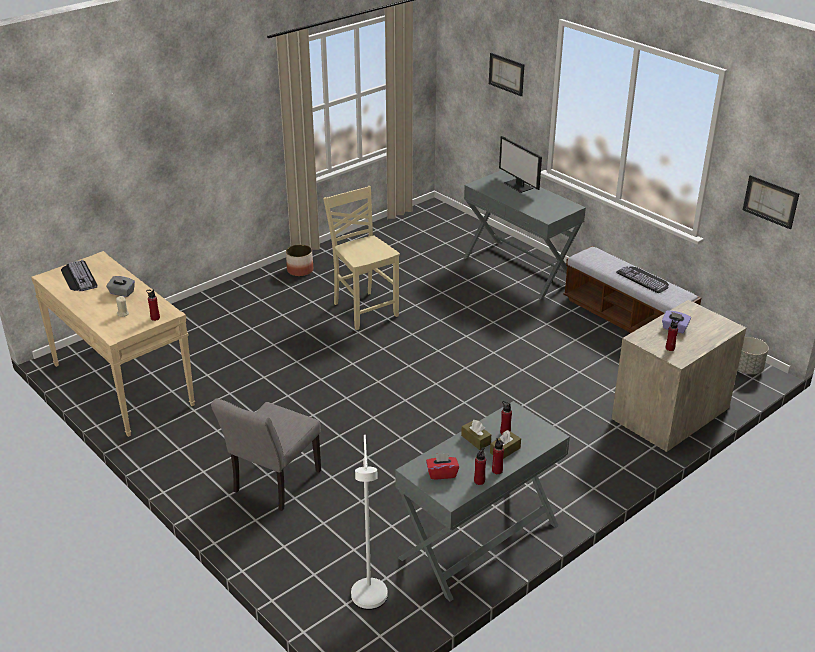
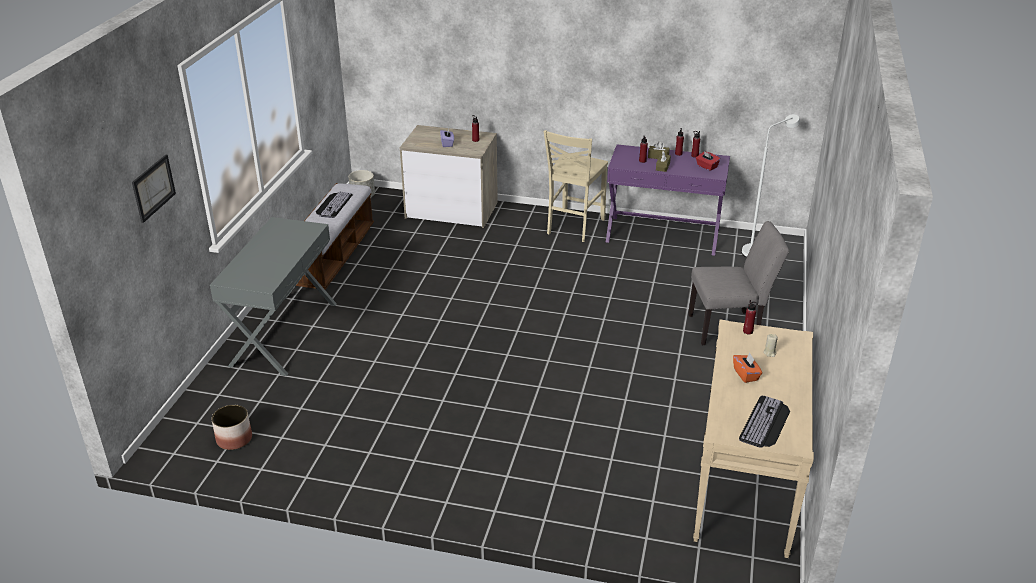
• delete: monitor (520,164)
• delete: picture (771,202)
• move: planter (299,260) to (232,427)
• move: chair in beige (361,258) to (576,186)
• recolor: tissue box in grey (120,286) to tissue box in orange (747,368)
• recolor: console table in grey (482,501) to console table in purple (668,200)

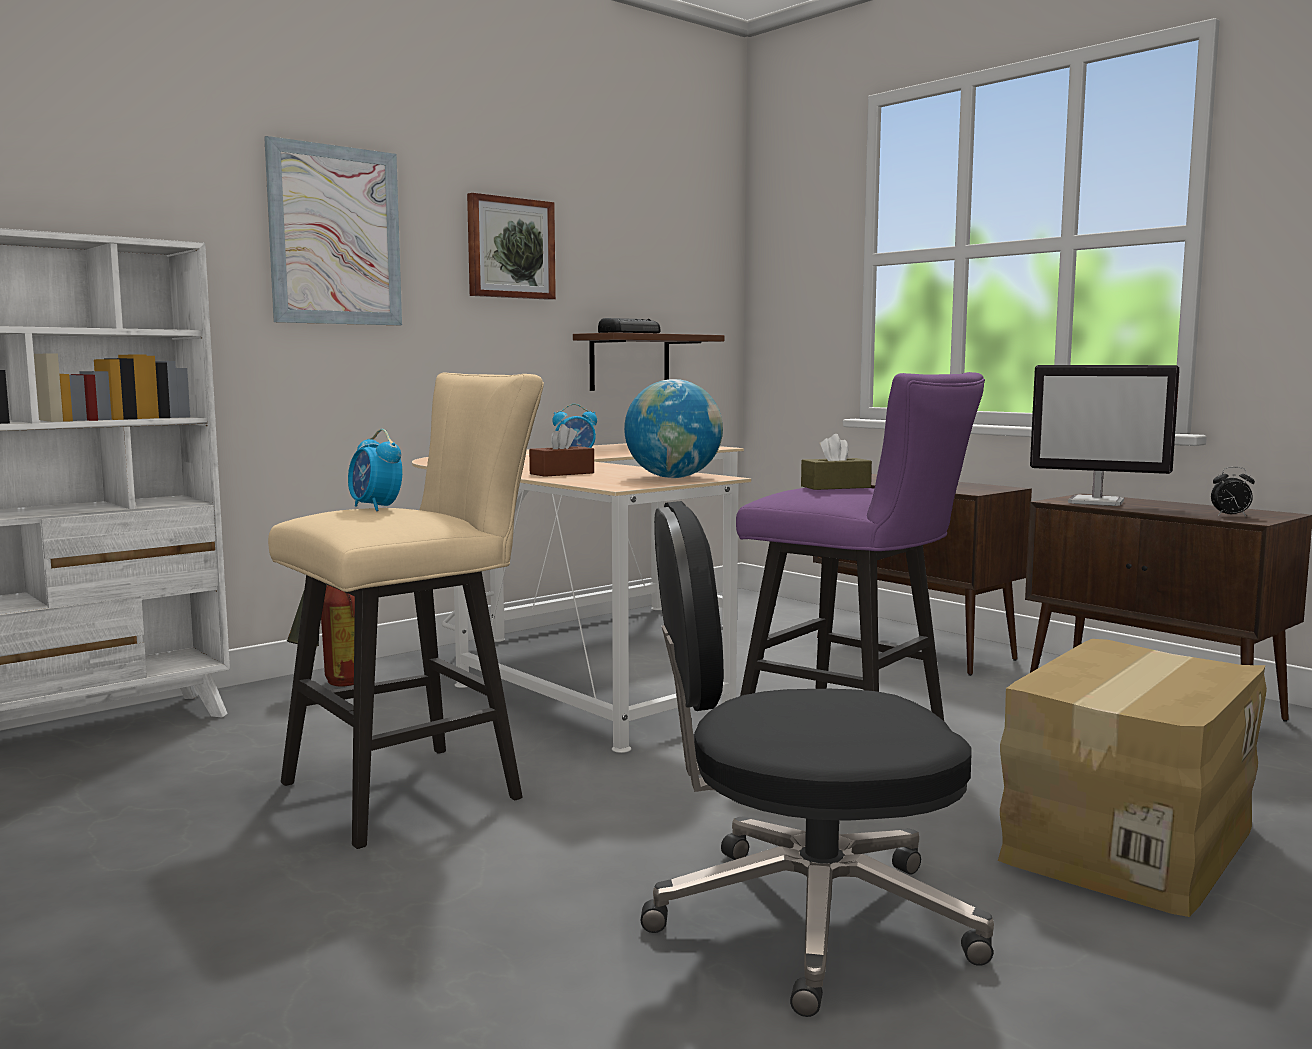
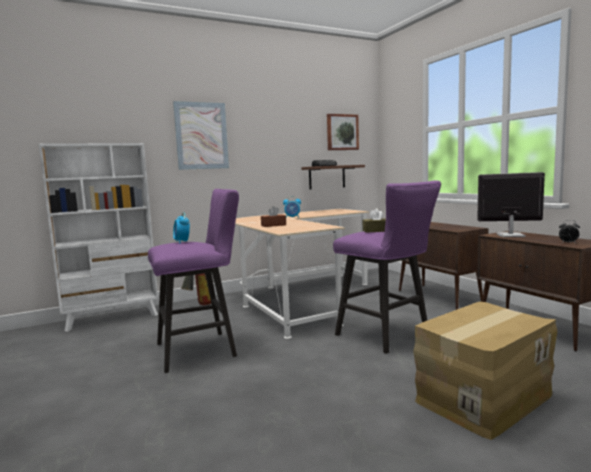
• delete: globe (673,428)
• delete: office chair in black (817,759)
• move: picture (511,246) to (343,132)
• recolor: stool in beige (406,611) to stool in purple (193,281)
• rotate: monitor (1105,435) = (511,204) 150 degrees clockwise

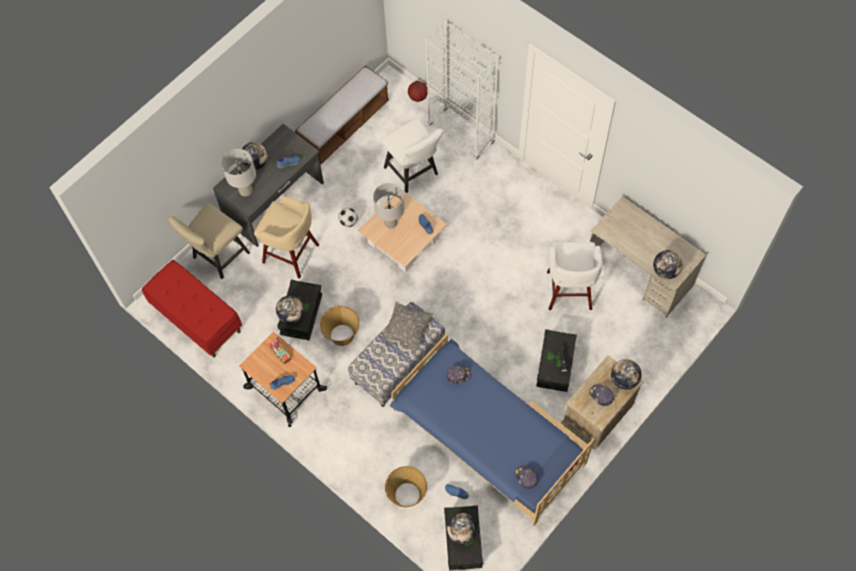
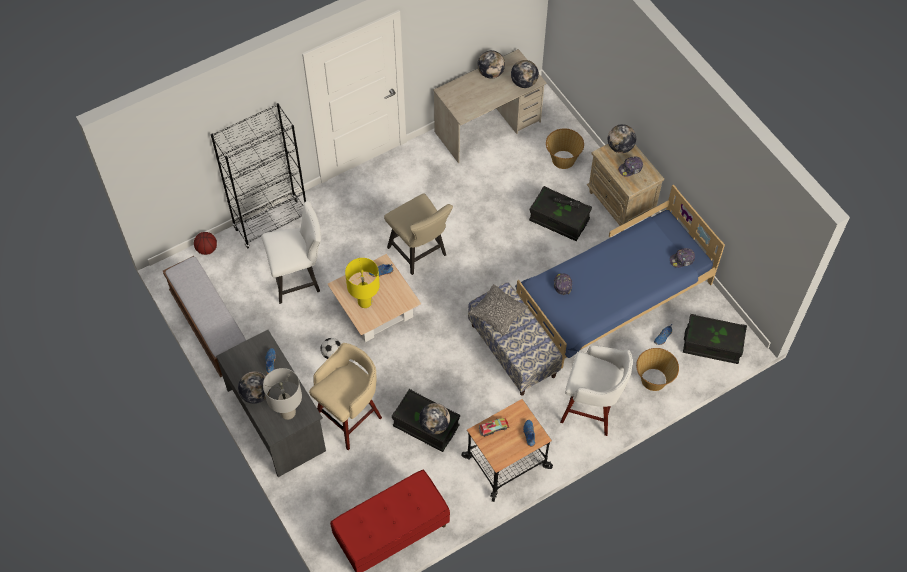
• move: chair in beige (209,241) to (418,234)
• move: basket (339,326) to (565,148)
• move: globe (462,528) to (491,64)
• move: stool in white (574,276) to (596,390)
• recolor: table lamp in grey (389,206) to table lamp in yellow (362,283)
• recolor: bookcase in white (462,90) to bookcase in black (258,176)

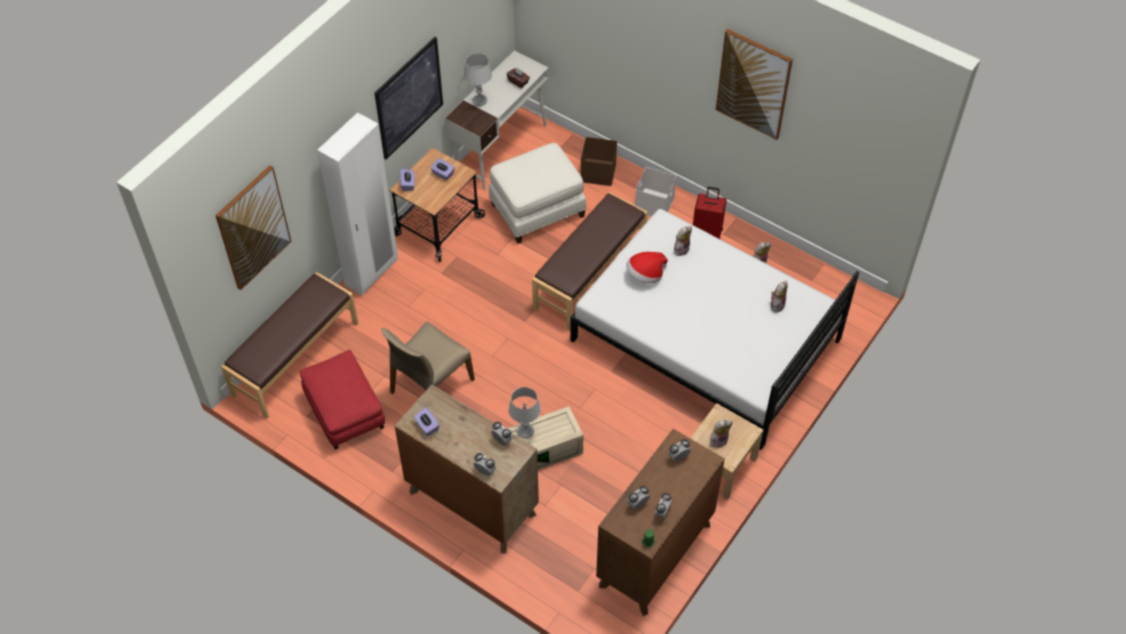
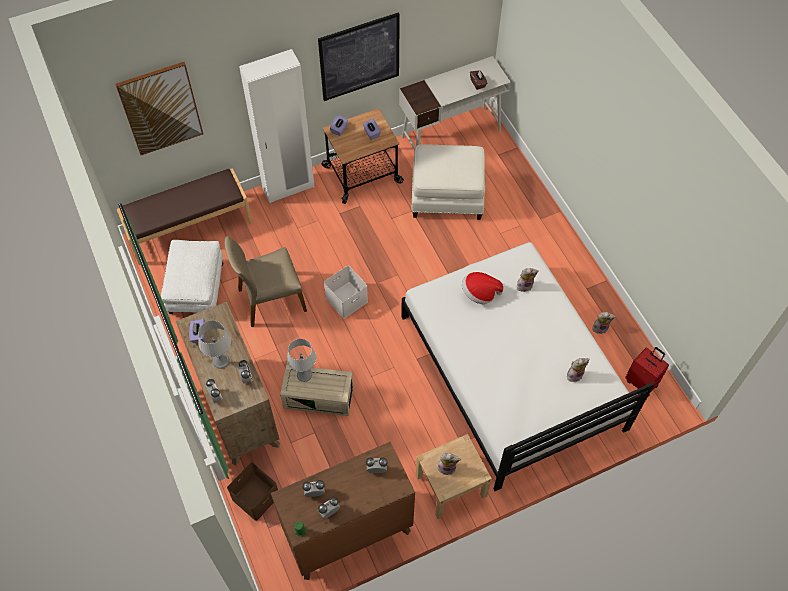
• delete: bench in brown (590,261)
• delete: picture (754,84)
• move: table lamp in grey (478,79) to (214,345)
• move: storage box in brown (599,161) to (252,491)
• move: storage box in white (655,191) to (346,292)
• move: suitcase in red (710,213) to (647,372)
• recolor: ottoman in red (342,400) to ottoman in white (192,277)

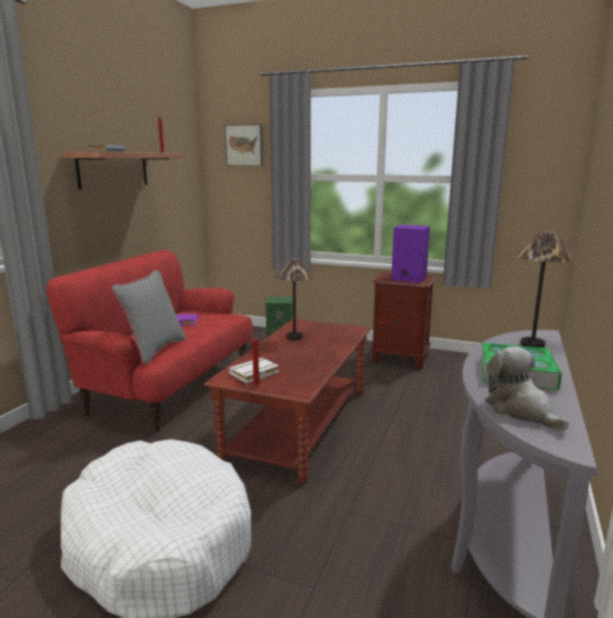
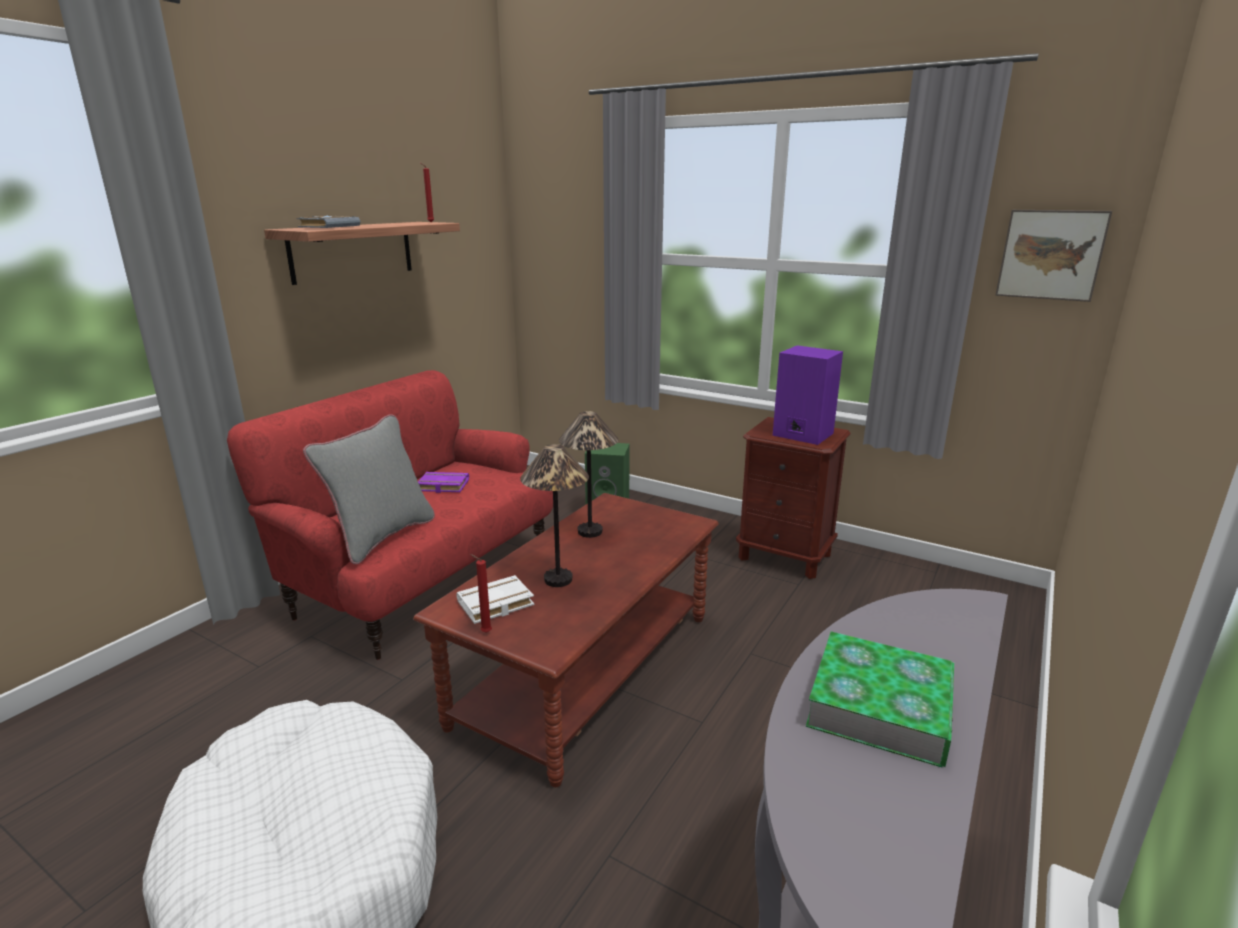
• delete: plush toy (527,388)
• move: picture (244,145) to (1054,256)
• move: table lamp (545,289) to (554,515)

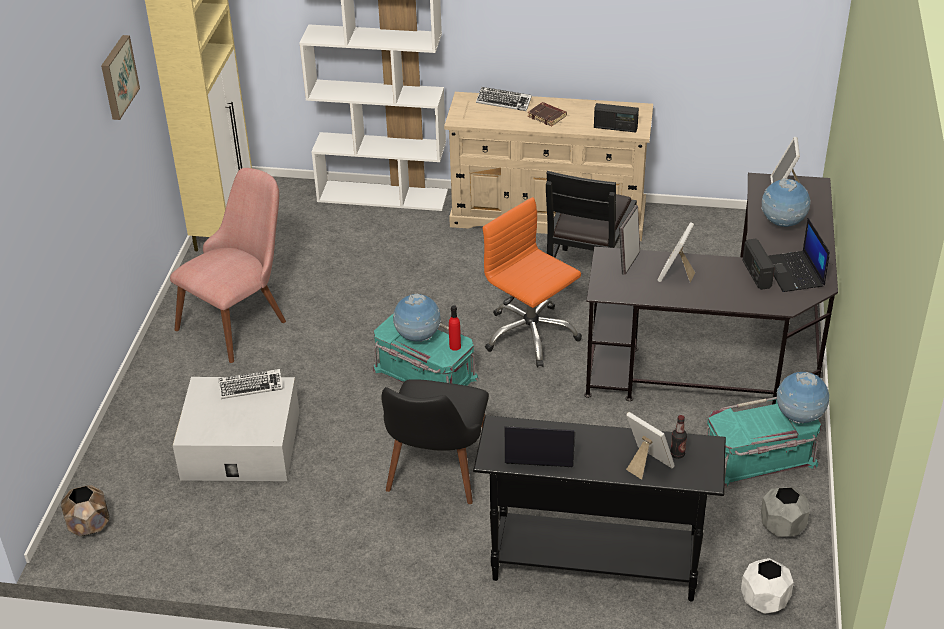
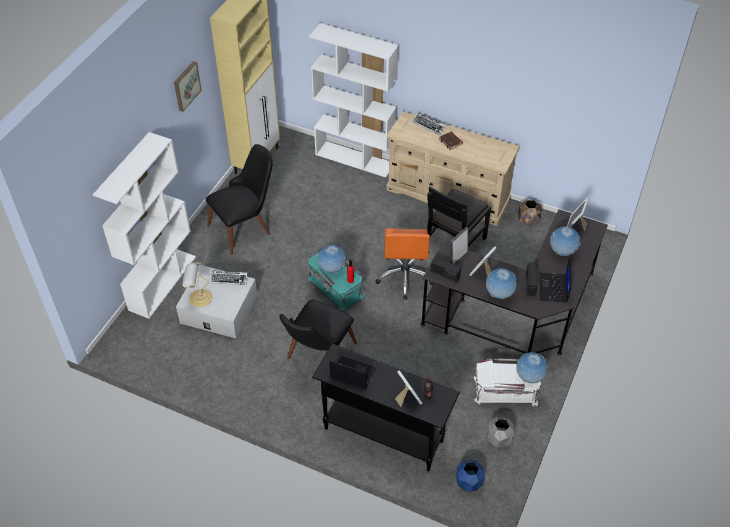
• insert: bookcase in white (144,225)
• insert: table lamp (197,285)
• insert: globe (501,283)
• move: planter in brown (85,510) to (529,212)
• move: radio (616,118) to (446,269)
• recolor: chair in pink (228,265) to chair in black (239,199)
• recolor: storage box in turquoise (763,442) to storage box in white (507,382)
• recolor: planter in white (767,586) to planter in blue (470,476)
• rotate: office chair in orange (532,282) = (404,264) 150 degrees counterclockwise

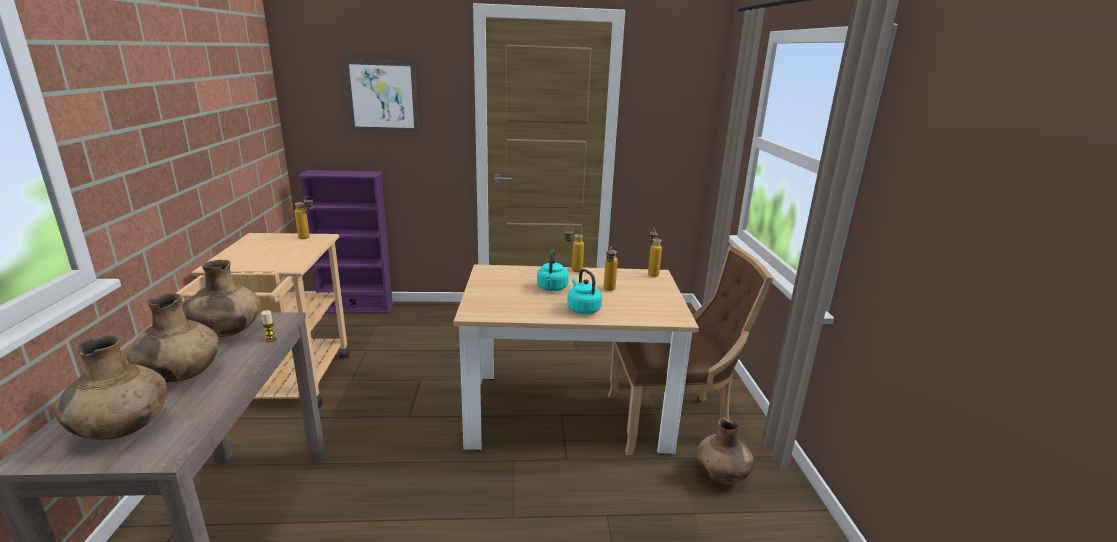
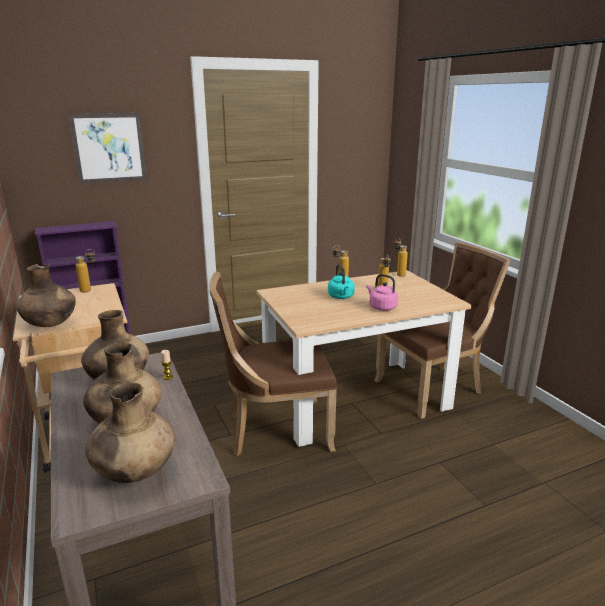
• insert: chair in brown (273,364)
• move: vase in brown (725,450) to (46,295)
• recolor: kettle in turquoise (584,291) to kettle in pink (382,292)

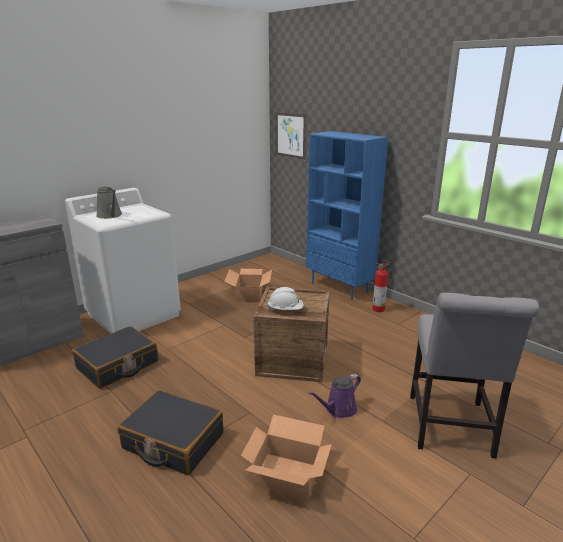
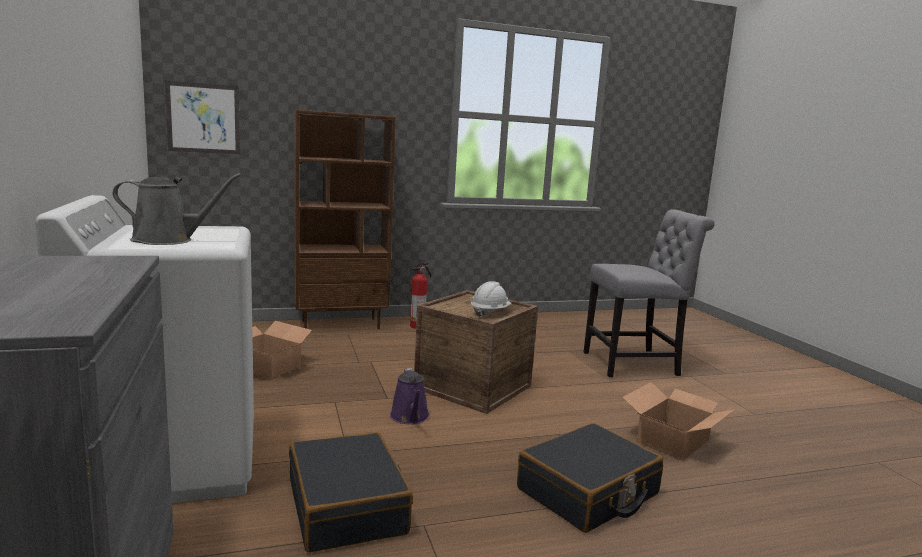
• move: watering can in purple (334,396) to (409,396)
• recolor: bookcase in blue (347,215) to bookcase in brown (345,219)
• rotate: chair in grey (474,375) = (649,293) 45 degrees counterclockwise

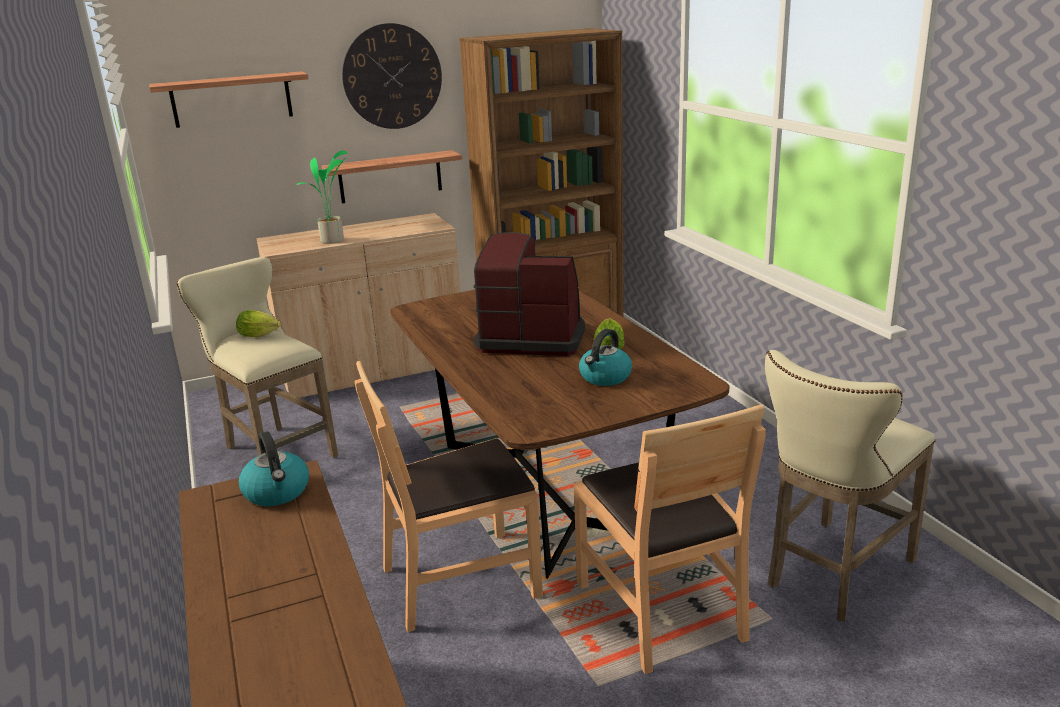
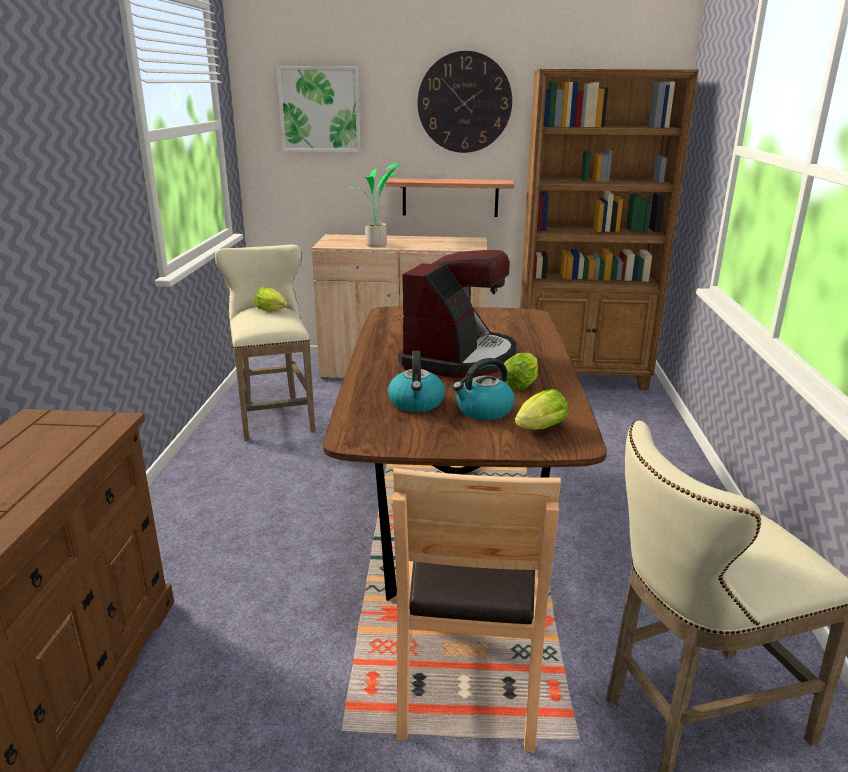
• delete: chair in brown (449,496)
• insert: lettuce (541,409)
• move: kettle (274,469) to (416,381)
• replace: shelf (229,99) to picture (319,109)
• rotate: coffee machine (529,294) = (457,314) 75 degrees clockwise

